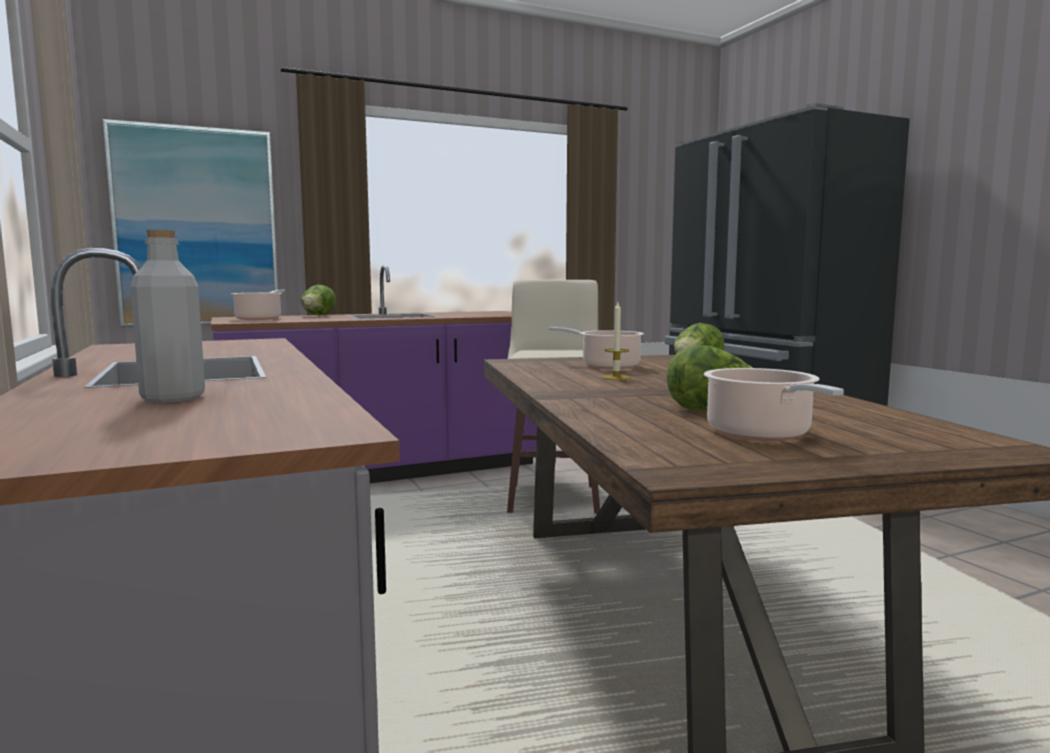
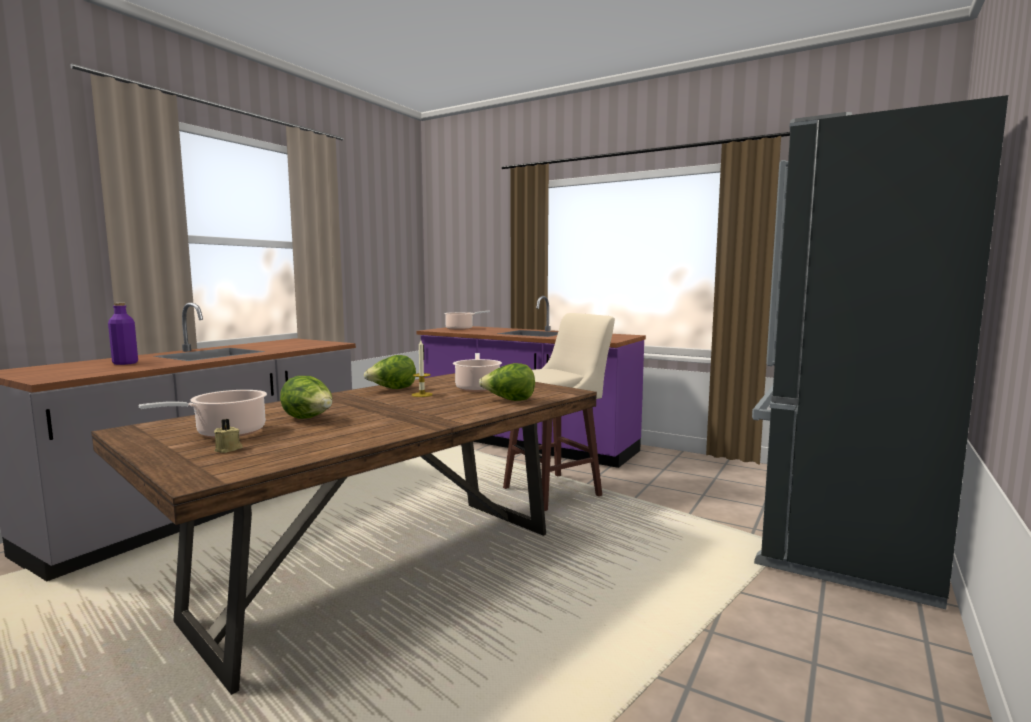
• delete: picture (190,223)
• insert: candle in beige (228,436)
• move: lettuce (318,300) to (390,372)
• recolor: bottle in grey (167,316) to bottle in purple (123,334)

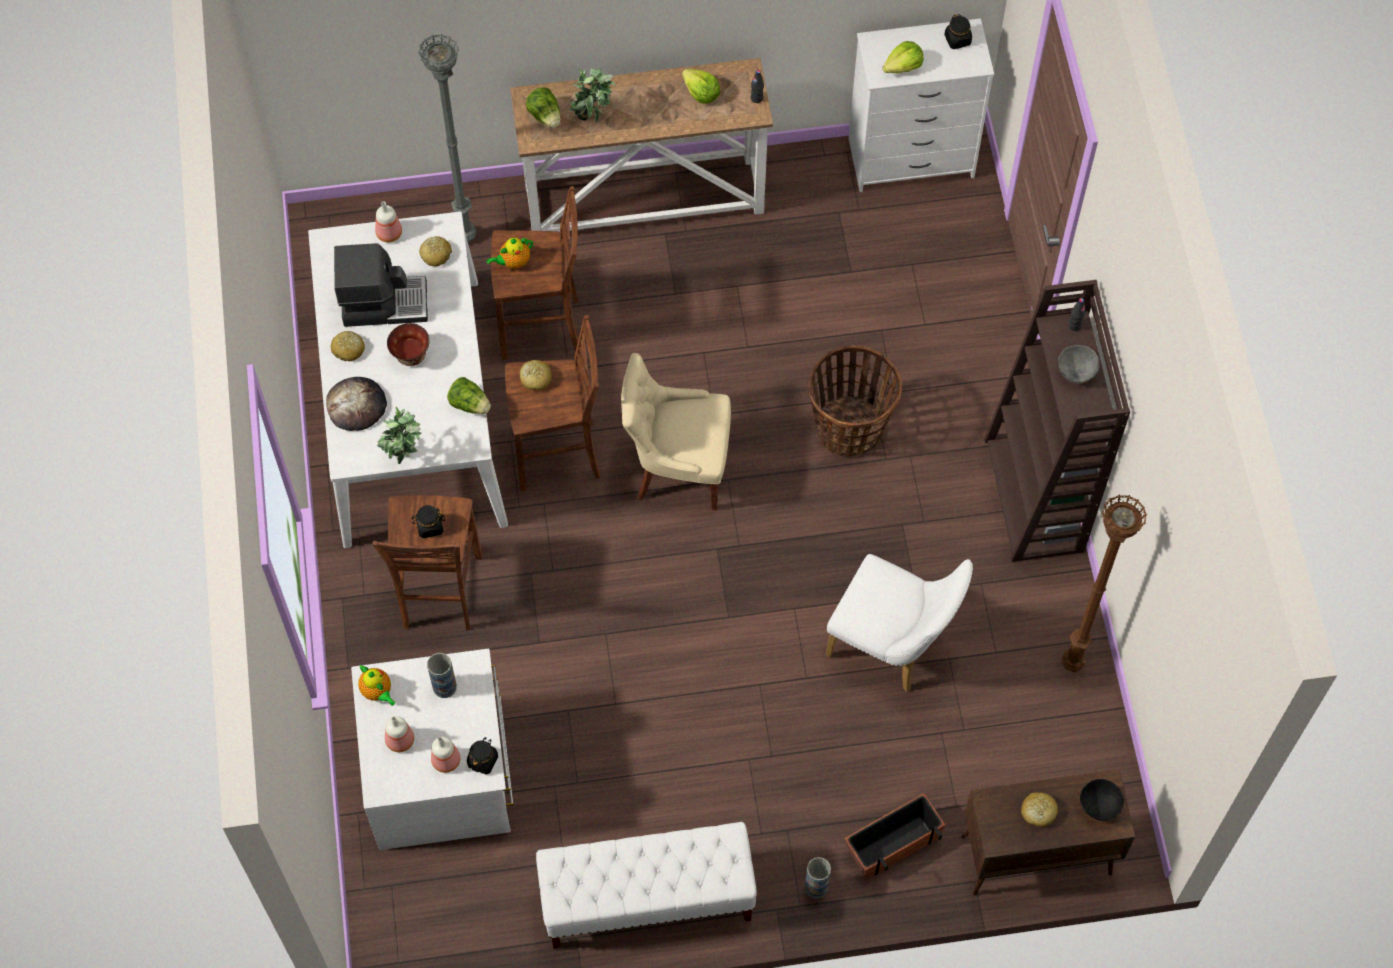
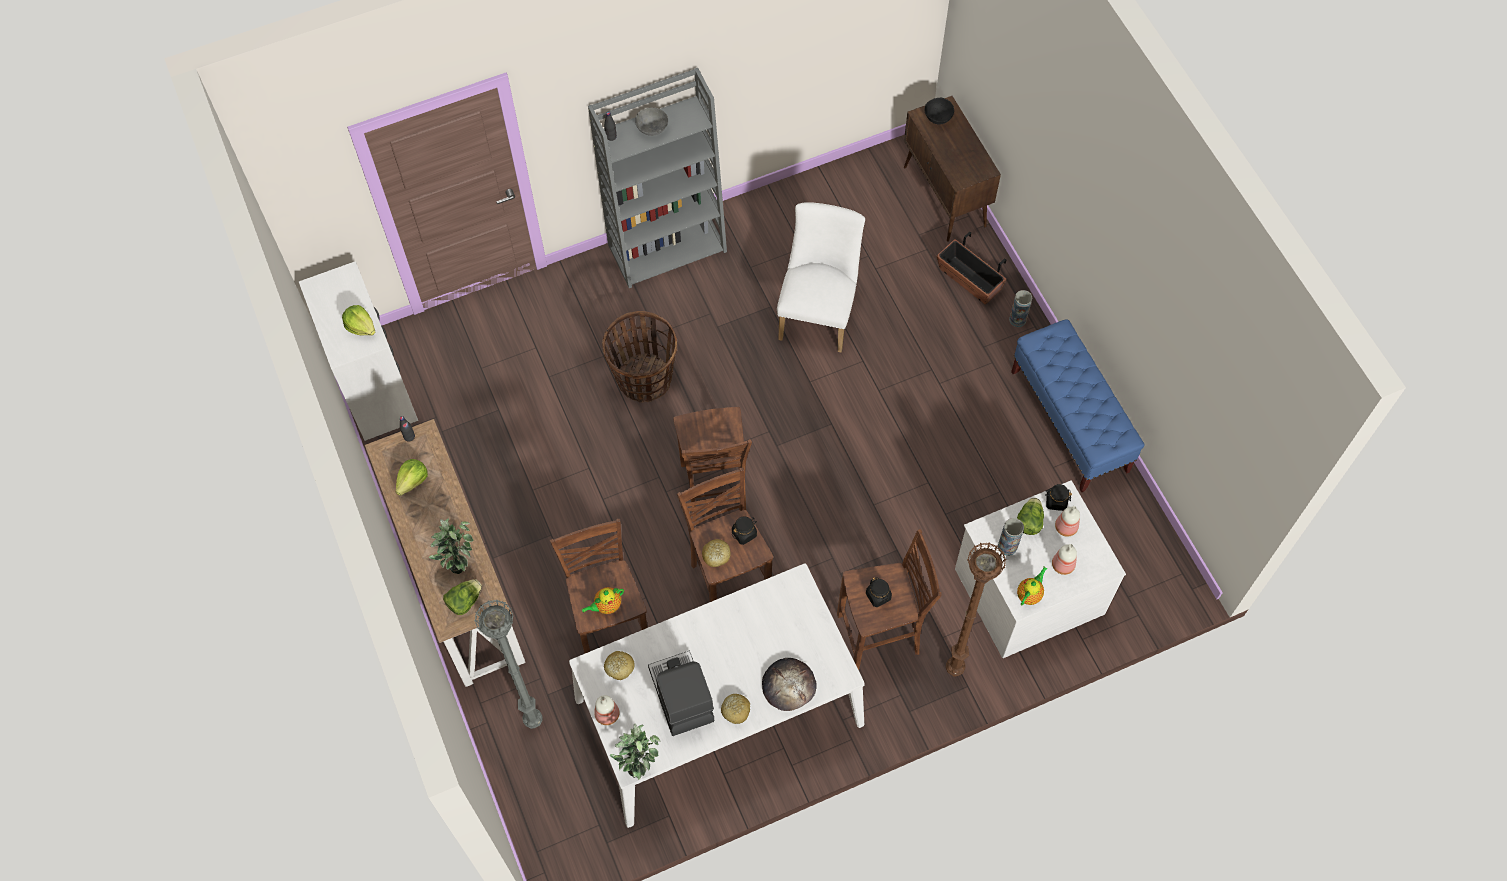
• delete: bowl (408,344)
• delete: bread (1039,809)
• move: potted plant (399,435) to (635,751)
• move: lettuce (469,395) to (1030,516)
• move: jar in black (958,31) to (744,530)
• move: floor lamp in brown (1104,583) to (976,609)
• replace: chair in beige (676,431) to stool in brown (712,464)
• recolor: bench in white (646,885) to bench in blue (1078,406)
• recolor: bookcase in brown (1057,421) to bookcase in grey (657,178)
• rotate: teapot (509,253) = (603,600) 105 degrees clockwise

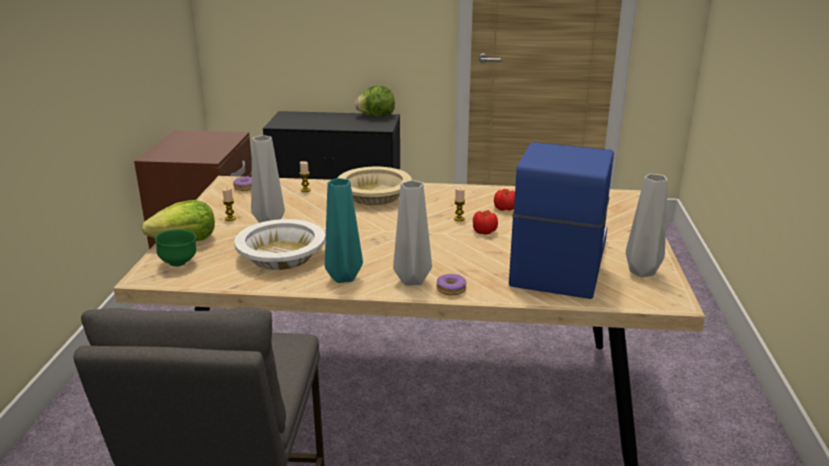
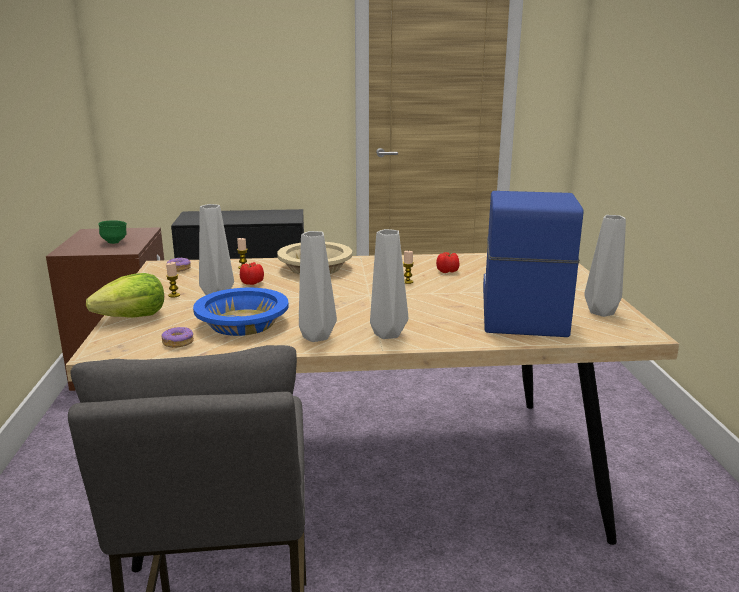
• delete: lettuce (375,100)
• move: bowl in green (175,248) to (112,232)
• move: donut (451,285) to (178,337)
• move: tomato (485,222) to (252,273)
• recolor: bowl in white (279,244) to bowl in blue (241,312)
• recolor: vase in turquoise (344,230) to vase in grey (318,286)

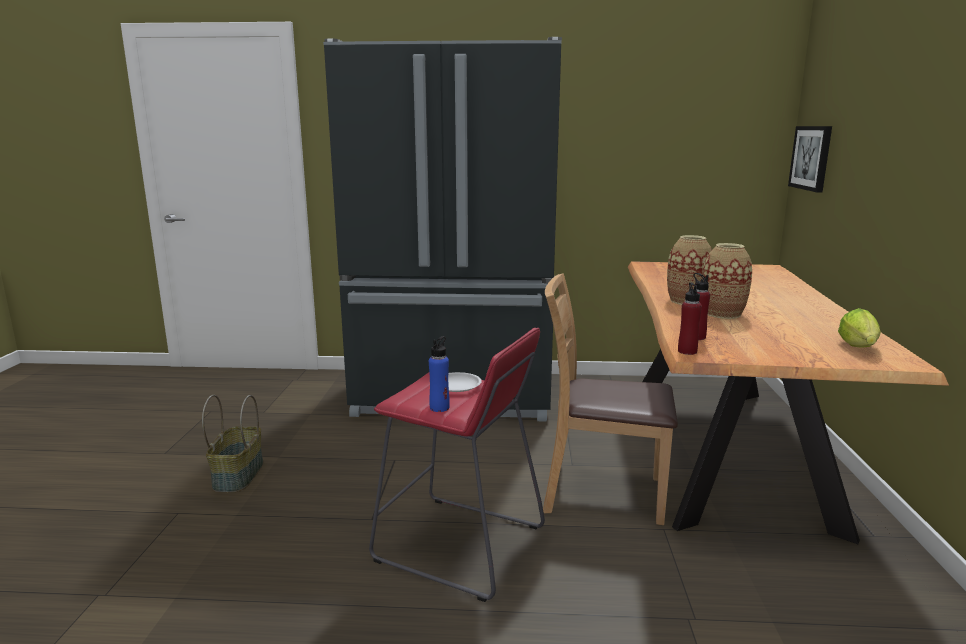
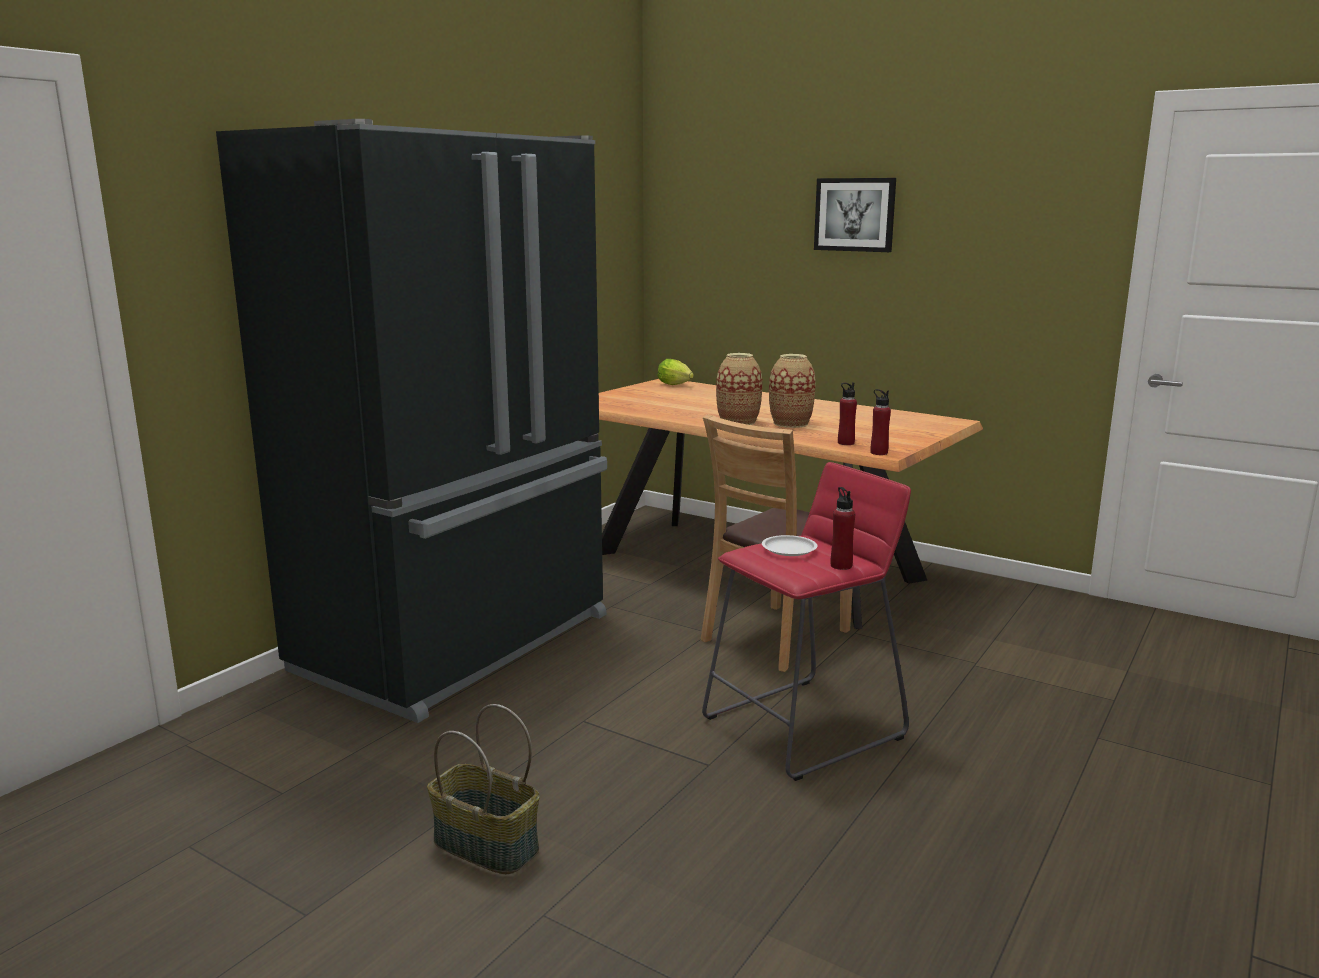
• move: picture (810,159) to (855,215)
• move: lettuce (859,327) to (676,372)
• recolor: bottle in blue (439,374) to bottle in red (843,528)

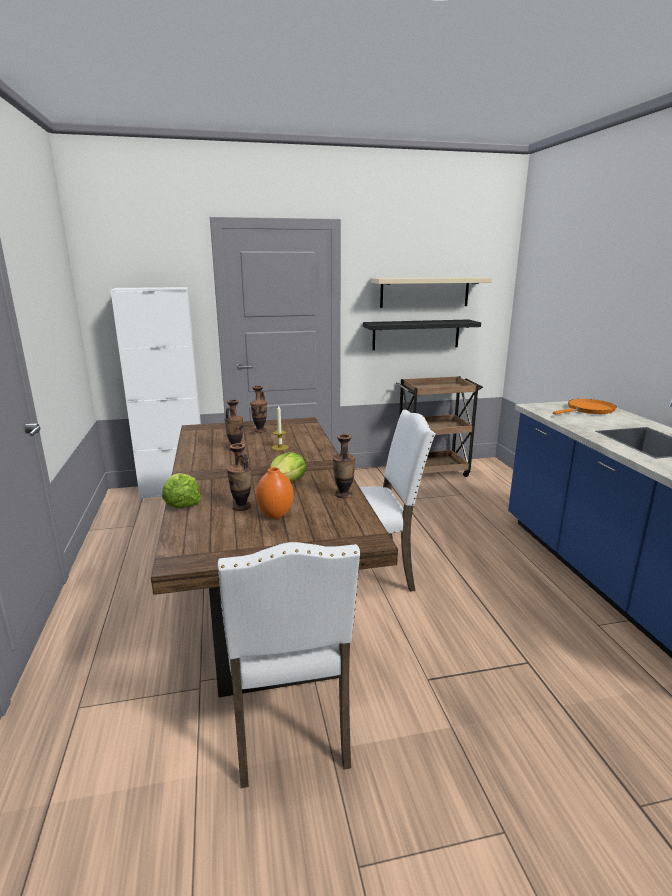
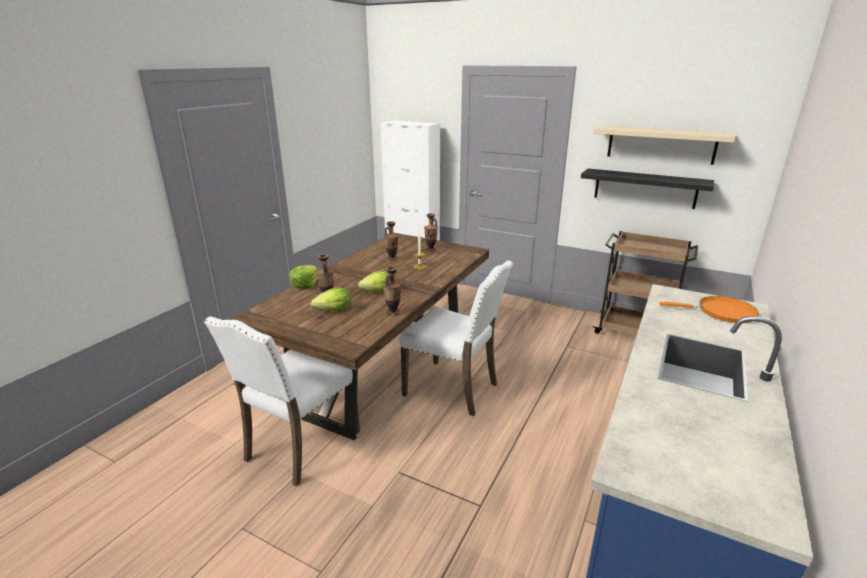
• replace: vase in orange (274,493) to lettuce (331,299)

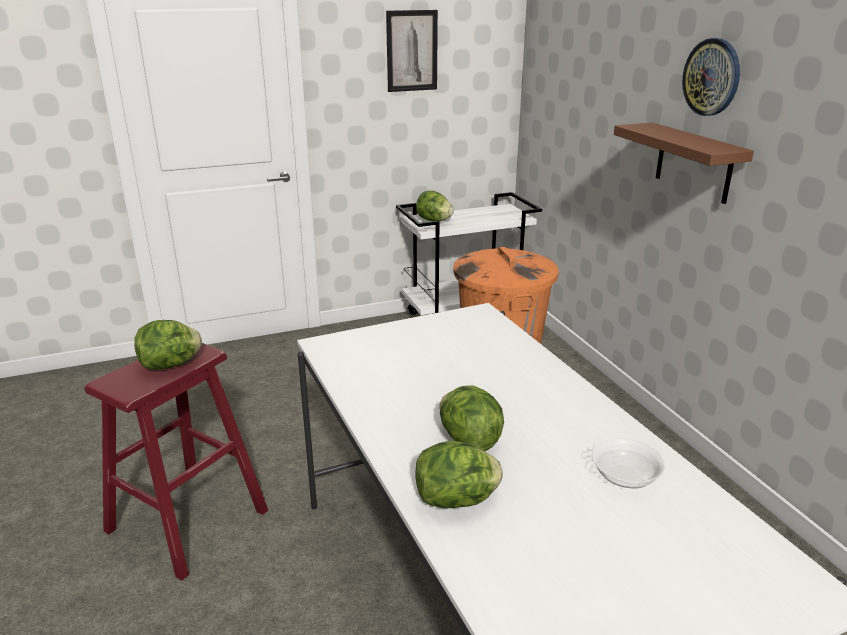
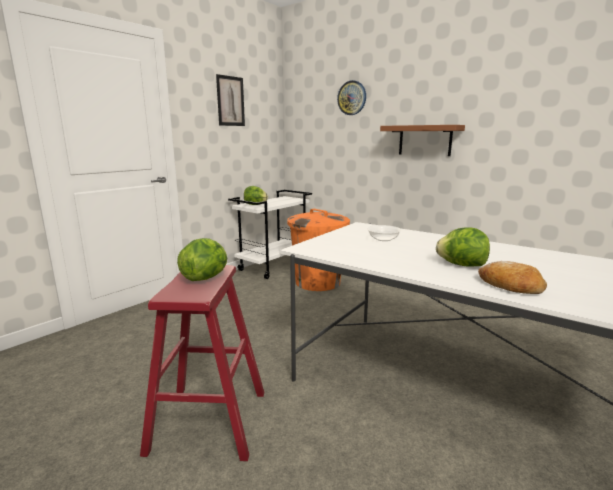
• move: bowl (628,463) to (384,233)
• move: wall clock (711,77) to (351,97)
• replace: lettuce (459,474) to bread (512,277)

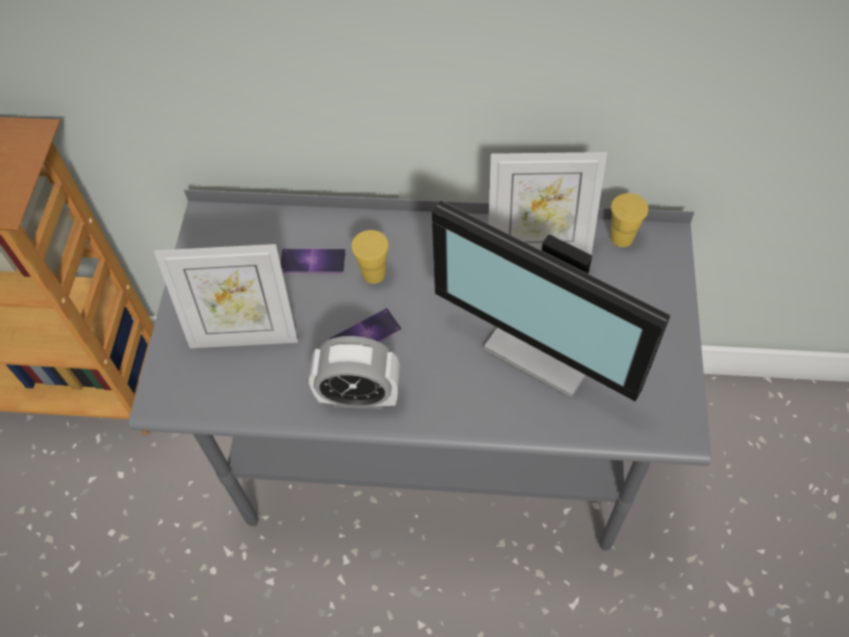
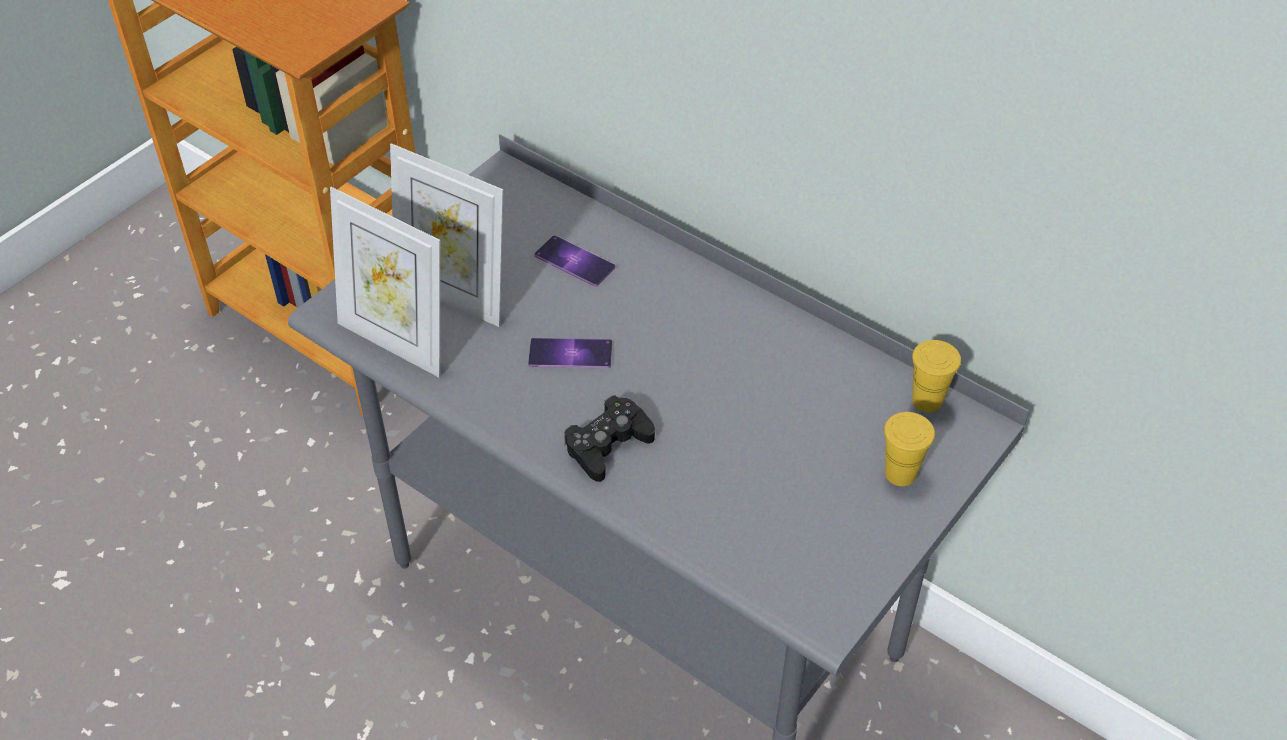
• delete: alarm clock (354,372)
• delete: monitor (551,301)
• insert: game controller in black (609,438)
• move: cup in yellow (370,257) to (909,449)
• move: picture frame (547,203) to (385,282)

